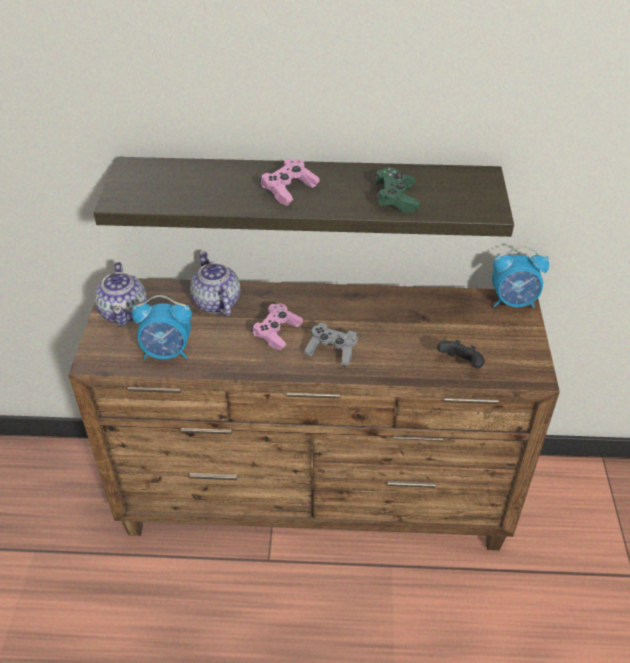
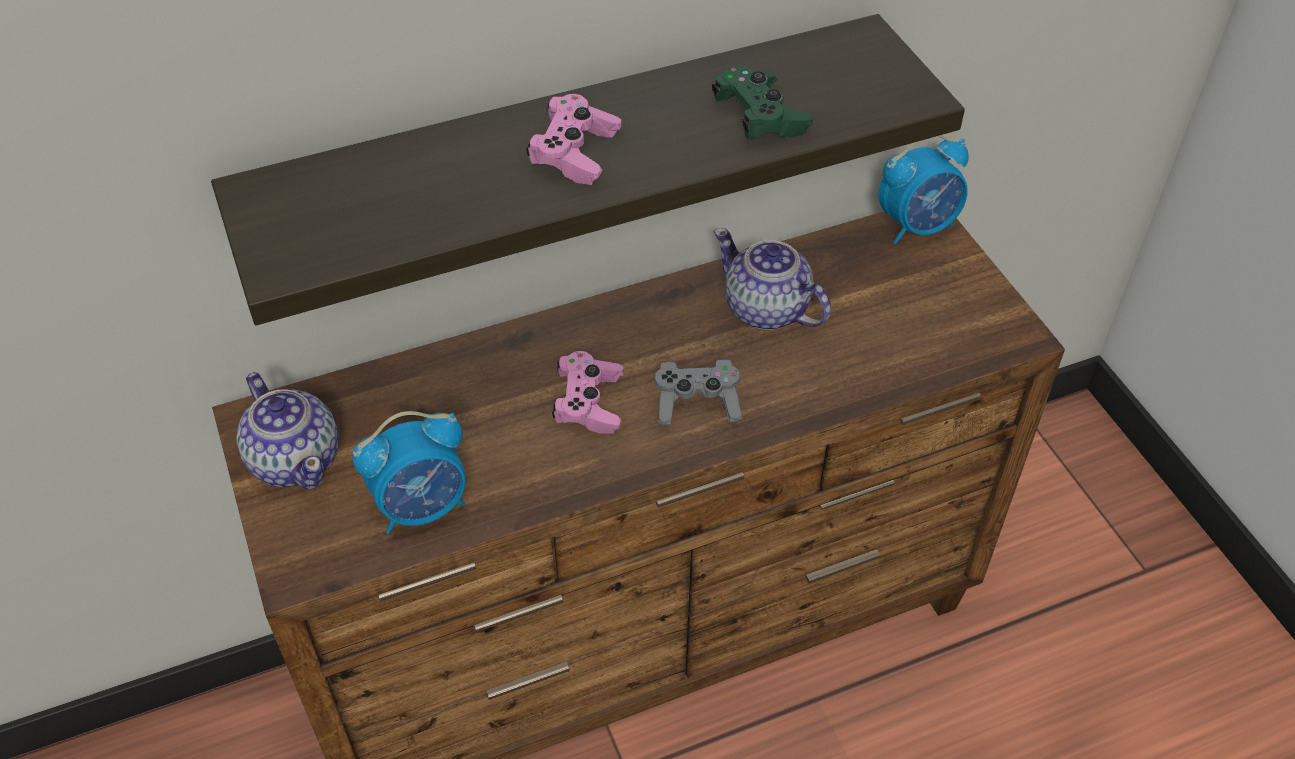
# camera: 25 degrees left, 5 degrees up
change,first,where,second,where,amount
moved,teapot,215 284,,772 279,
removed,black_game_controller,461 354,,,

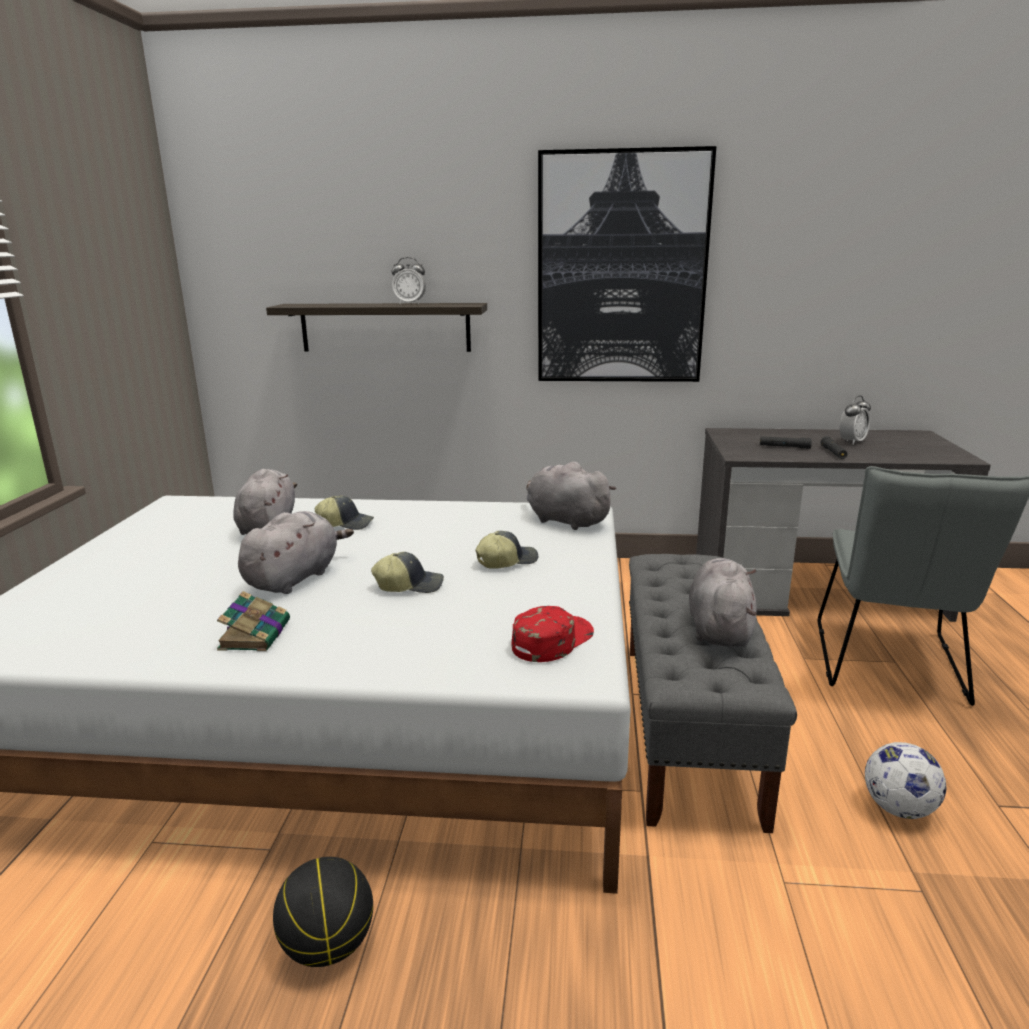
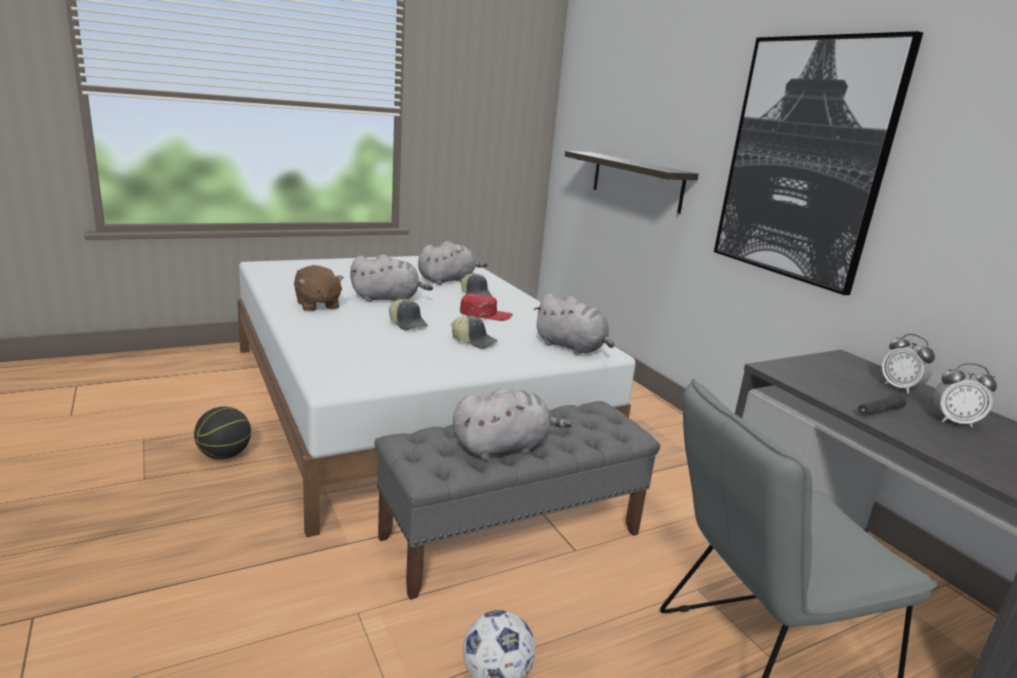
# camera: 55 degrees right, 0 degrees up
change,first,where,second,where,amount
moved,alarm_clock,408 280,,908 364,
removed,black_flashlight,786 442,,,
turned,grey_plush_toy,571 496,,573 324,120 degrees clockwise
replaced,book,253 621,brown_plush_toy,319 288,
moved,red_cap,553 634,,486 307,

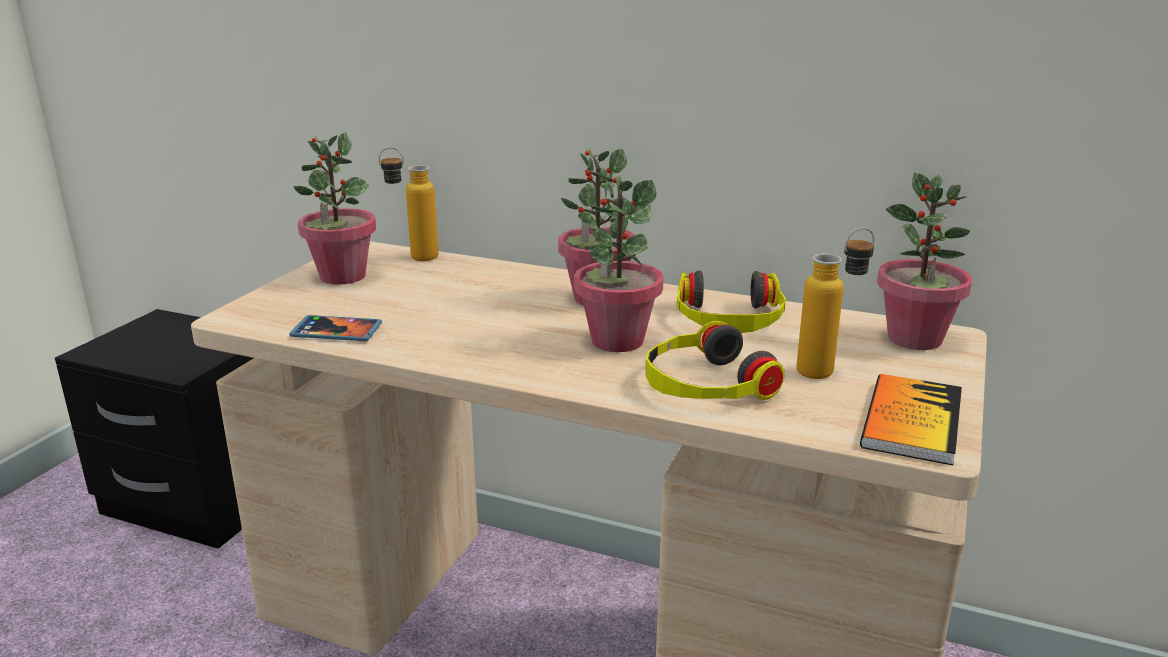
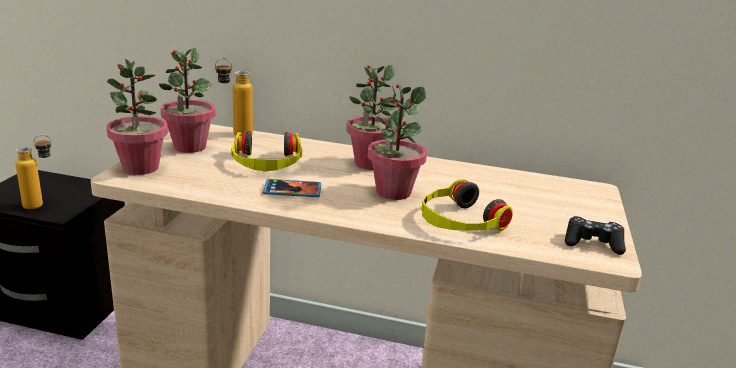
# camera: 10 degrees left, 0 degrees up
change,first,where,second,where,amount
moved,potted_plant,924 261,,137 117,
moved,bottle,835 303,,33 172,
moved,headphones,731 301,,266 151,
moved,phone,335 328,,292 188,
replaced,book,911 419,black_game_controller,595 235,

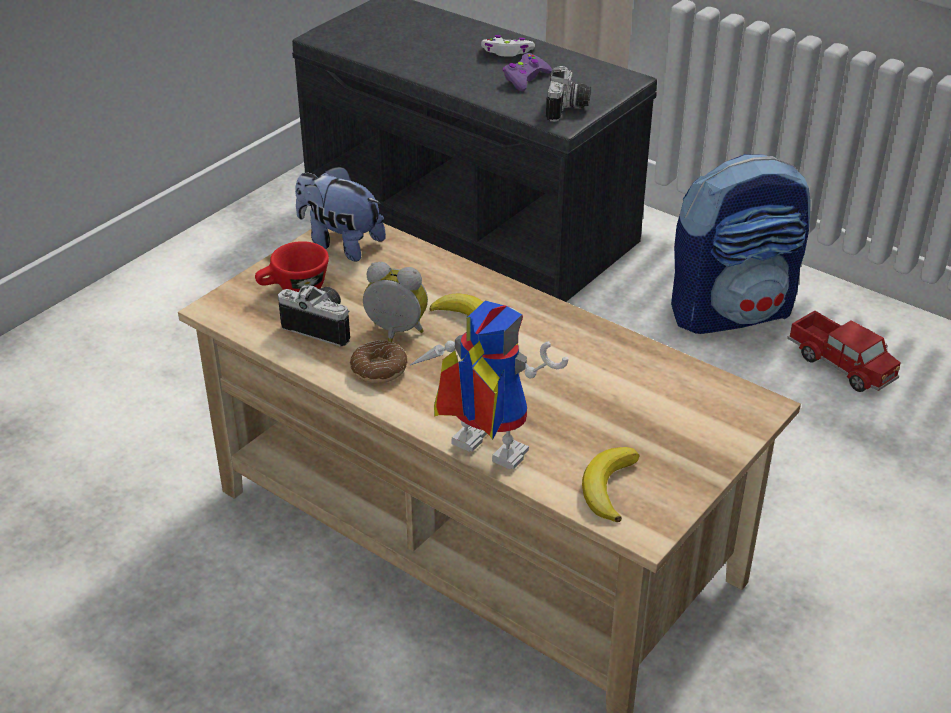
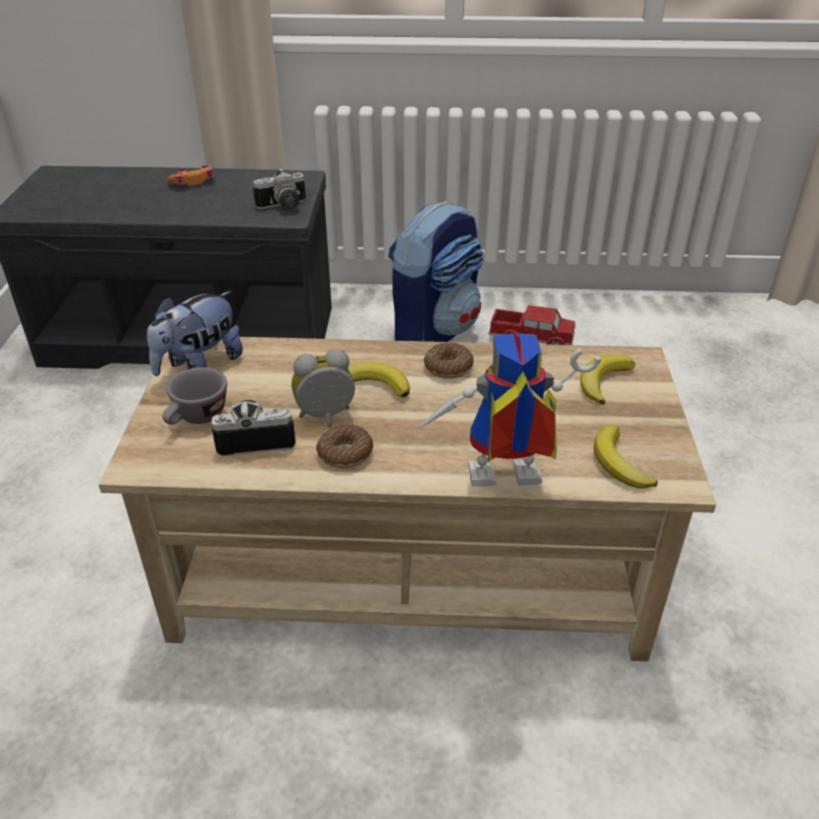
# camera: 35 degrees left, 0 degrees up
change,first,where,second,where,amount
recoloured,white_game_controller,508 46,orange_game_controller,190 175,
removed,purple_game_controller,527 72,,,
turned,photo_camera,568 94,,279 189,90 degrees clockwise
turned,plush_toy,340 214,,195 333,45 degrees counterclockwise
recoloured,red_cup,292 266,grey_cup,194 396,
added,,,donut,449 360,
added,,,banana,608 379,

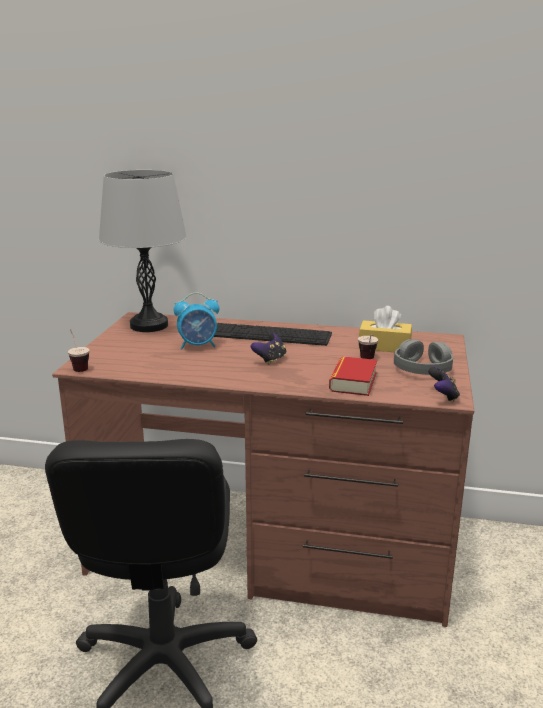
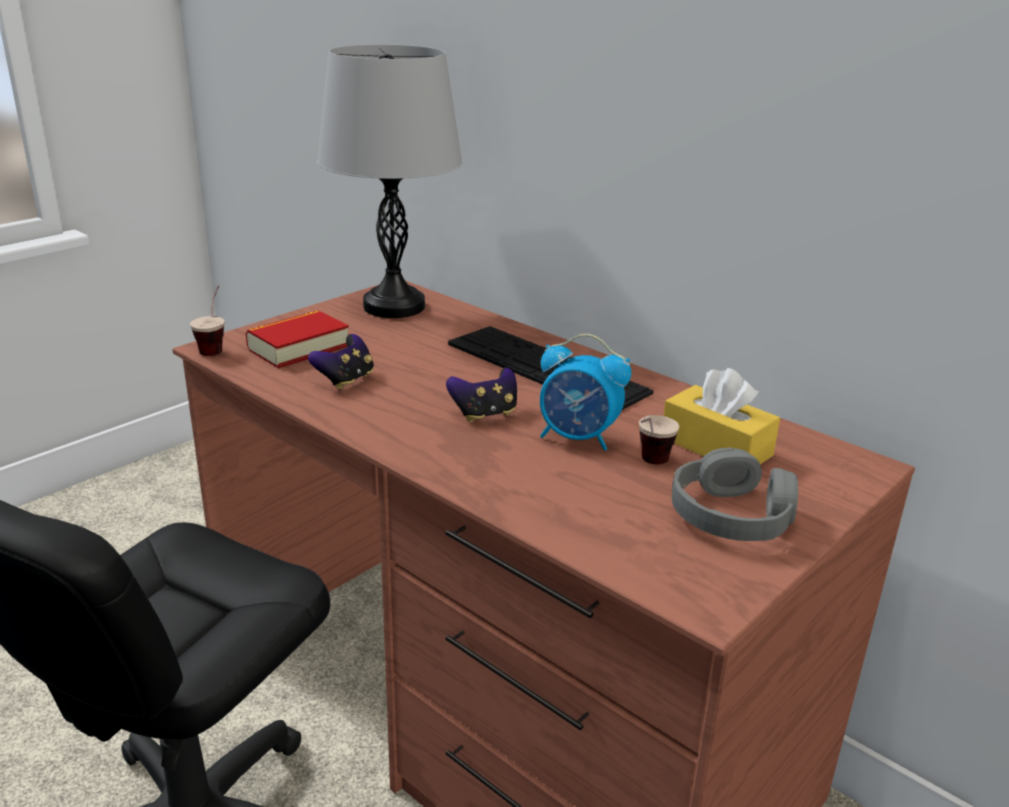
# camera: 30 degrees right, 5 degrees up
change,first,where,second,where,amount
moved,alarm_clock,196 321,,585 392,
moved,book,353 376,,297 339,
moved,game_controller,444 385,,341 362,

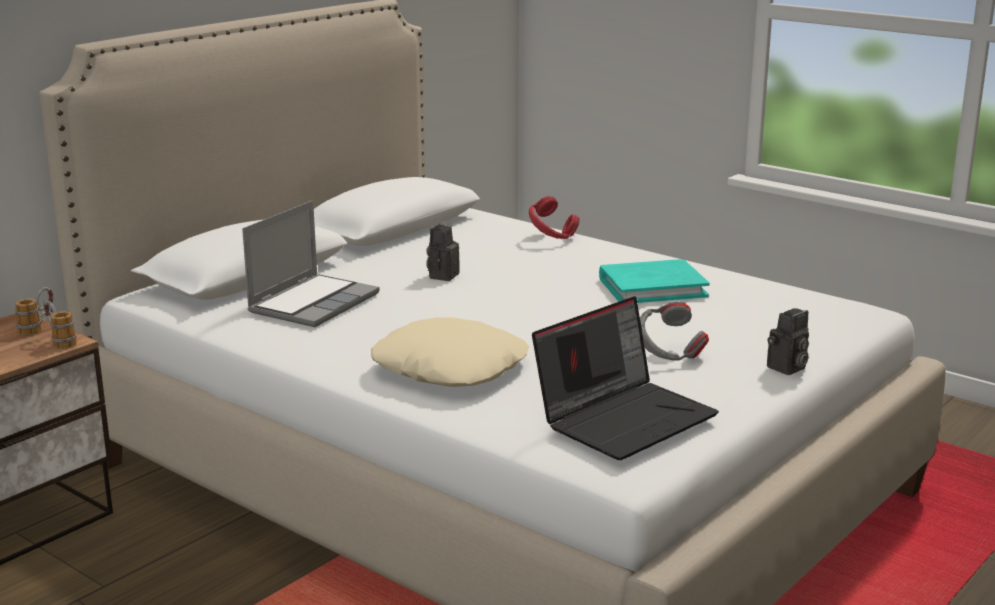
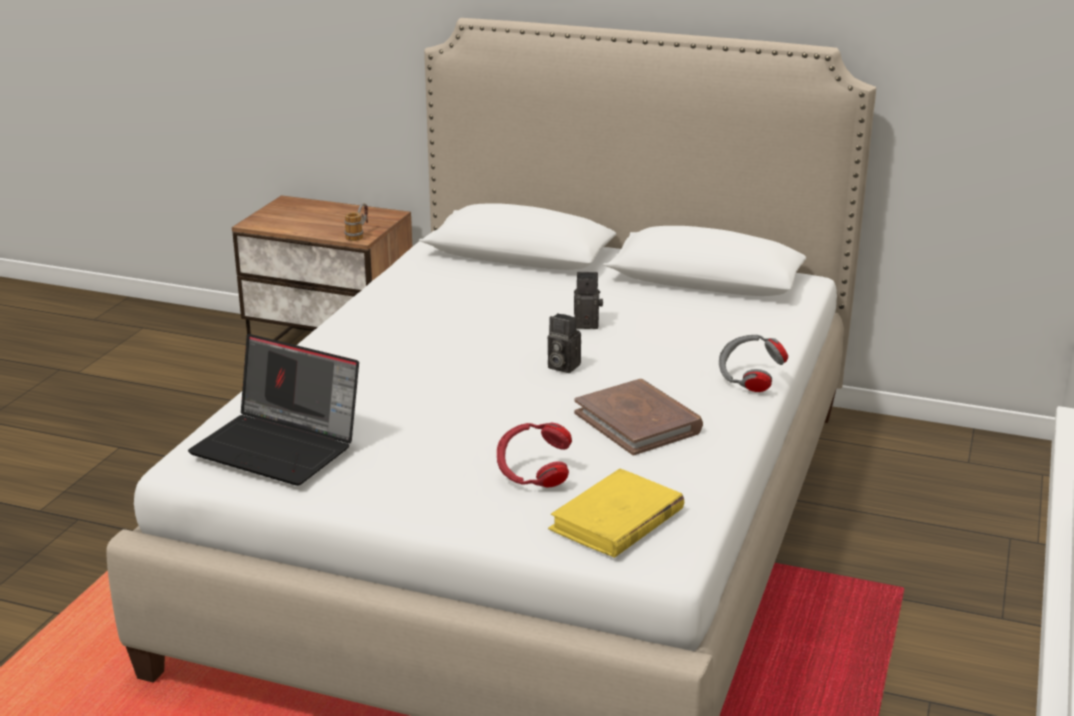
# camera: 70 degrees right, 5 degrees up
change,first,where,second,where,amount
moved,red_headphones,554 217,,534 454,
removed,laptop,311 263,,,
recoloured,turquoise_book,654 281,brown_book,638 417,
removed,mug,34 311,,,
moved,grey_headphones,674 330,,753 363,
moved,photo_camera,788 341,,564 343,
removed,beige_pillow,450 352,,,
added,,,yellow_book,616 513,

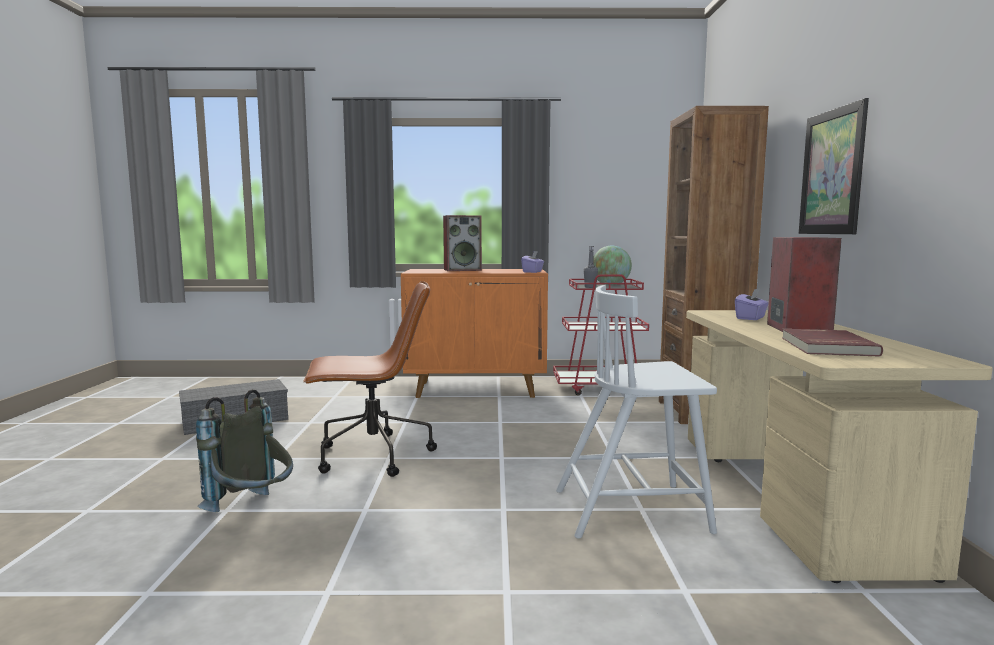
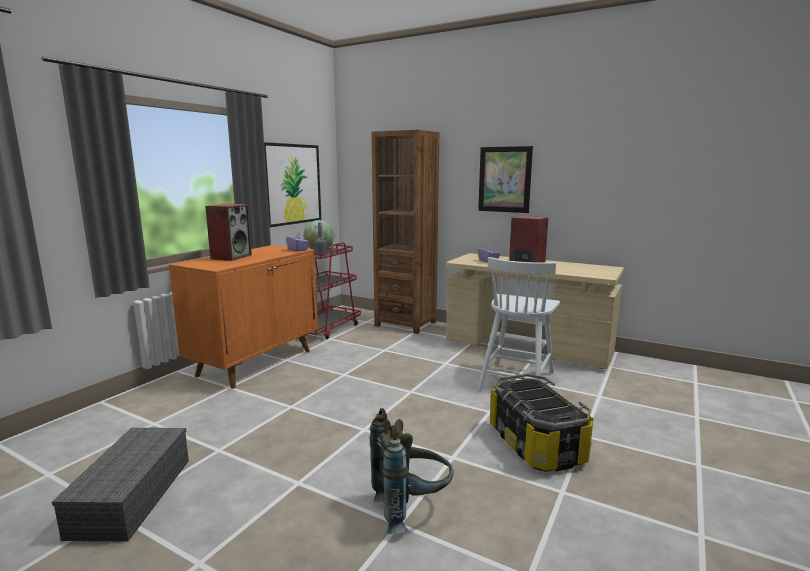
# camera: 60 degrees left, 5 degrees up
change,first,where,second,where,amount
removed,brown_office_chair,370 379,,,
removed,red_book,832 343,,,
added,,,picture,292 184,
added,,,storage_box,541 423,

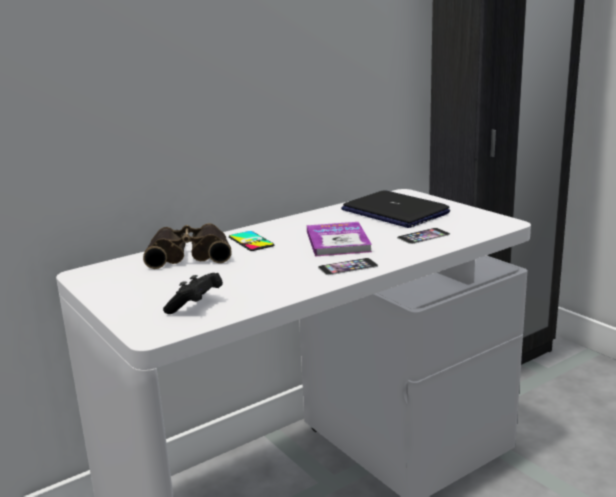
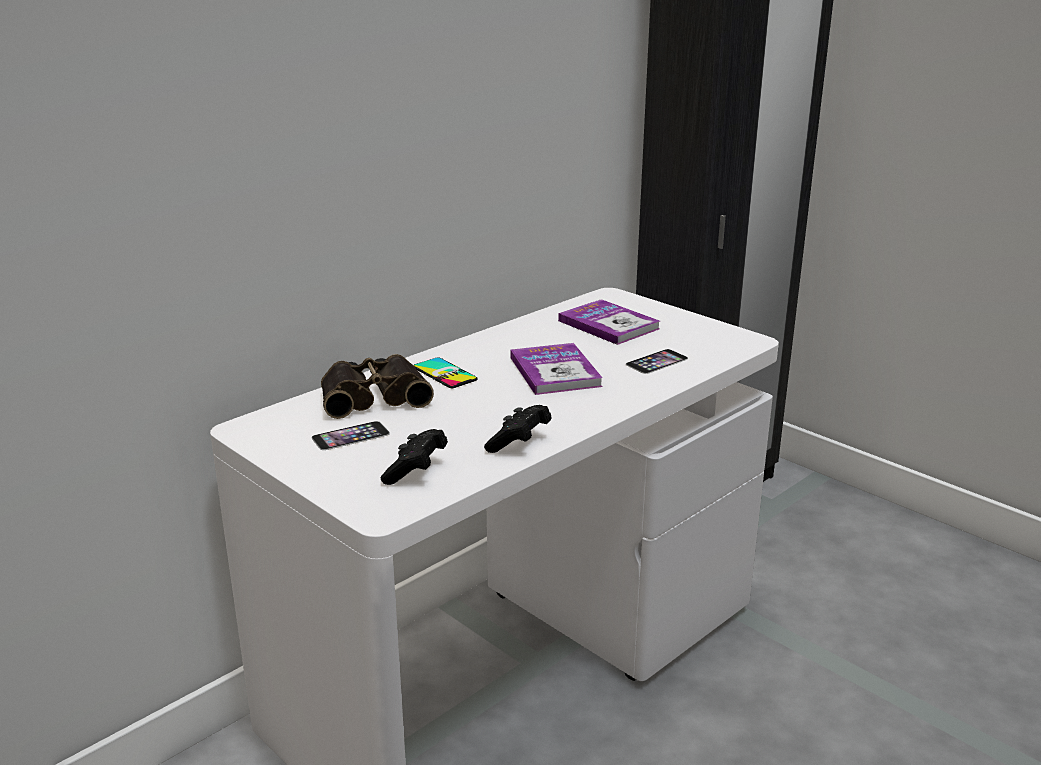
# camera: 10 degrees left, 5 degrees up
change,first,where,second,where,amount
replaced,laptop,395 209,book,609 322,
moved,phone,348 266,,351 435,
added,,,black_game_controller,518 429,

